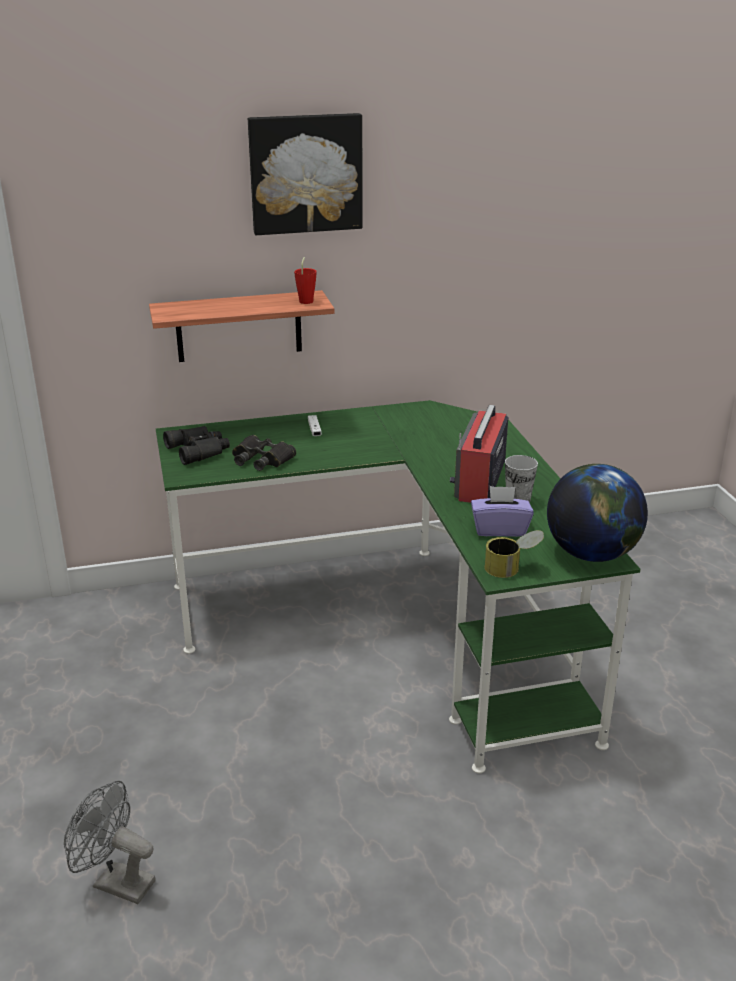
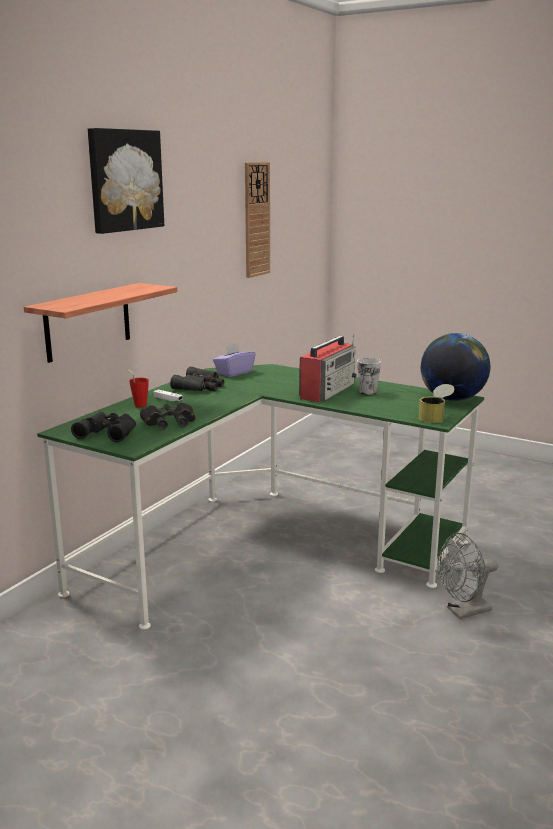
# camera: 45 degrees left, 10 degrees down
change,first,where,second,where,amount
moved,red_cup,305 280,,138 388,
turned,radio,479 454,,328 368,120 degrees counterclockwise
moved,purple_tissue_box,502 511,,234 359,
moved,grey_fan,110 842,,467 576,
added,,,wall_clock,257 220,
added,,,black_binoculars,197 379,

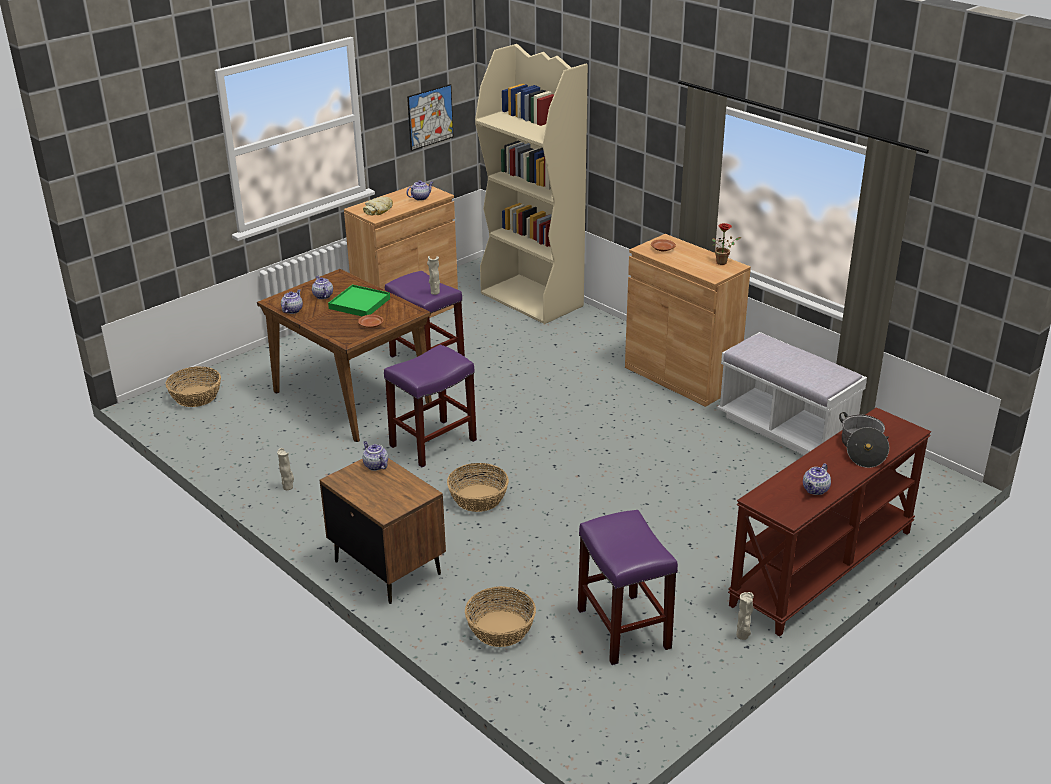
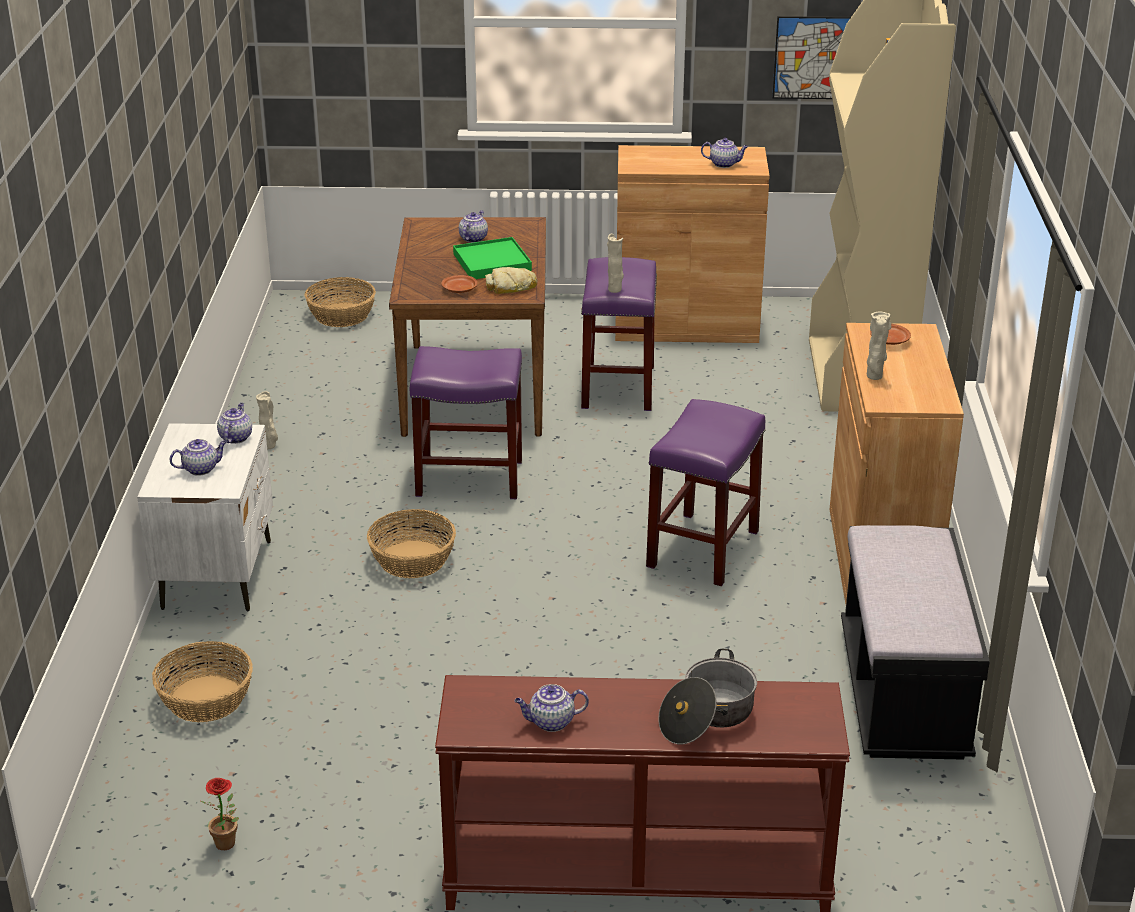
# camera: 45 degrees right, 0 degrees up
change,first,where,second,where,amount
moved,bread,378 206,,511 280,
moved,potted_plant,726 244,,220 814,
moved,teapot,292 301,,198 457,
recoloured,white_bench,792 393,black_bench,915 642,
recoloured,brown_nightstand,383 531,white_nightstand,205 517,
moved,purple_stool,628 587,,705 492,
moved,beige_vase,745 616,,879 346,

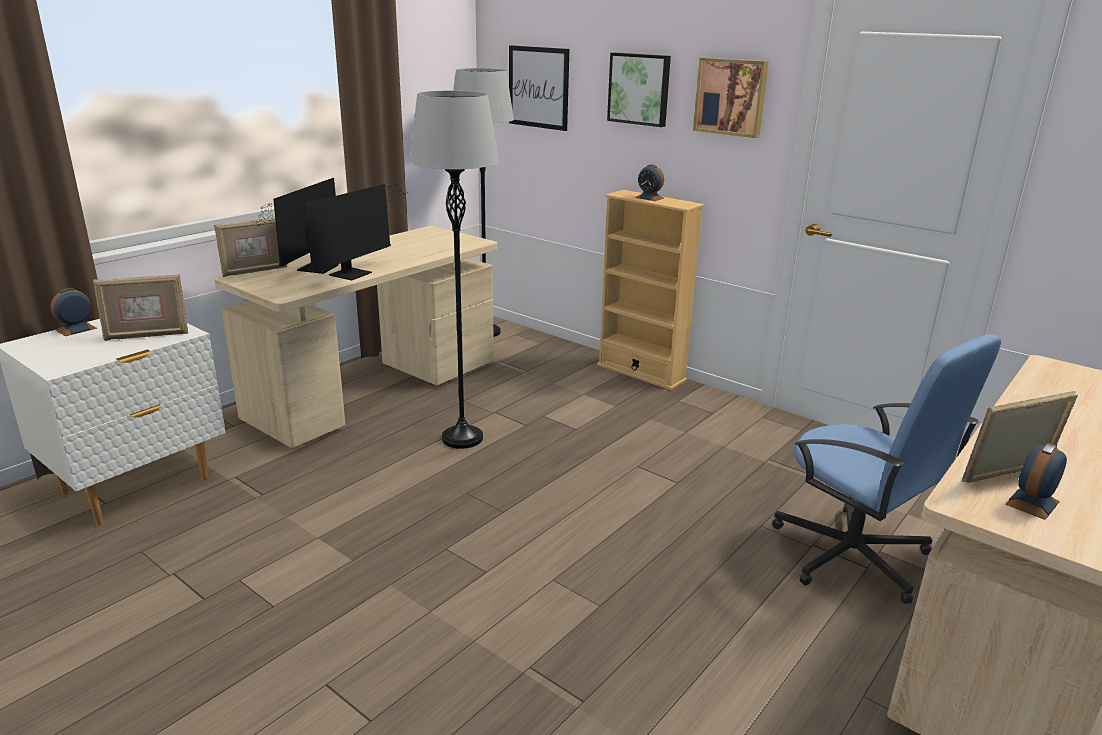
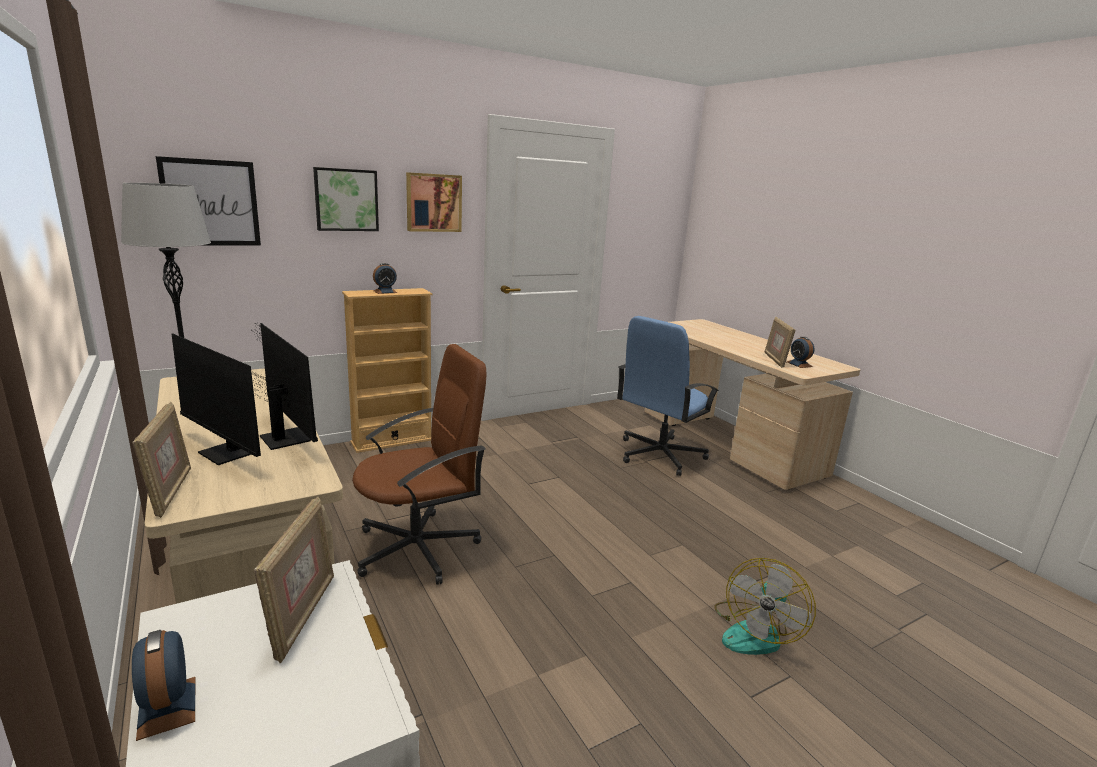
# camera: 70 degrees left, 5 degrees down
change,first,where,second,where,amount
replaced,grey_floor_lamp,454 270,brown_office_chair,419 464,
turned,blue_office_chair,886 469,,668 396,150 degrees clockwise
added,,,fan,765 606,

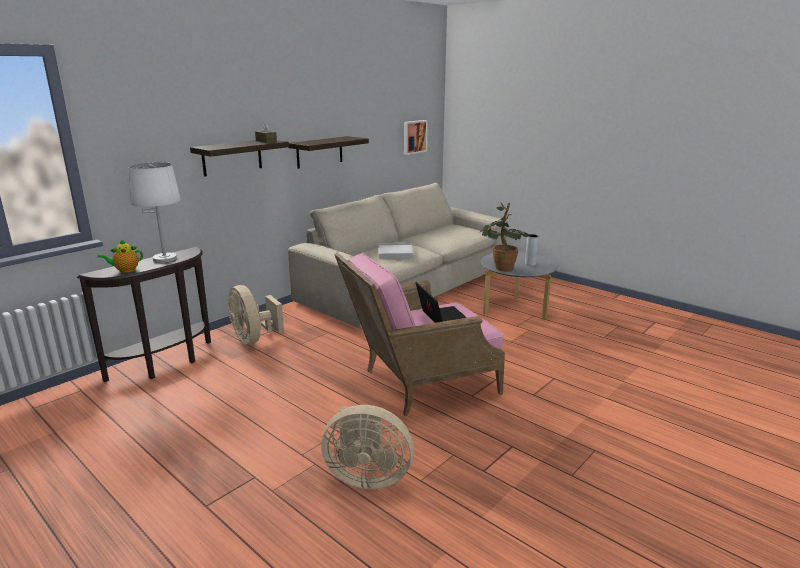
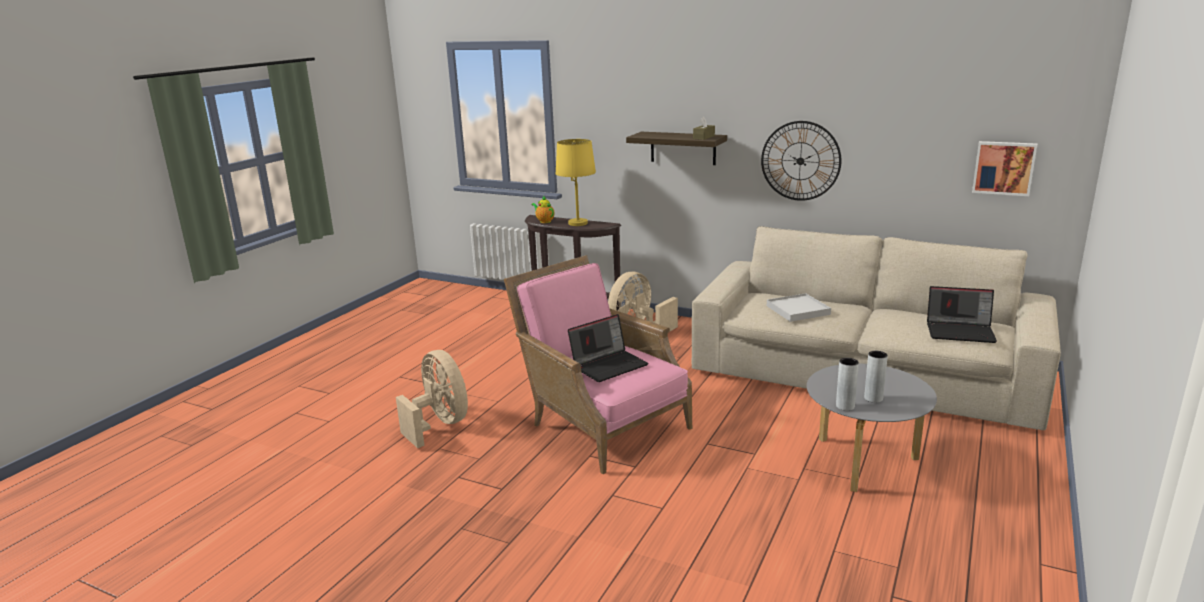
# camera: 75 degrees right, 0 degrees up
change,first,where,second,where,amount
replaced,shelf,328 152,wall_clock,801 161,
recoloured,white_table_lamp,154 212,yellow_table_lamp,575 182,
removed,potted_plant,505 237,,,
turned,beige_fan,367 447,,432 399,150 degrees clockwise
added,,,laptop,962 314,
added,,,grey_vase,847 384,

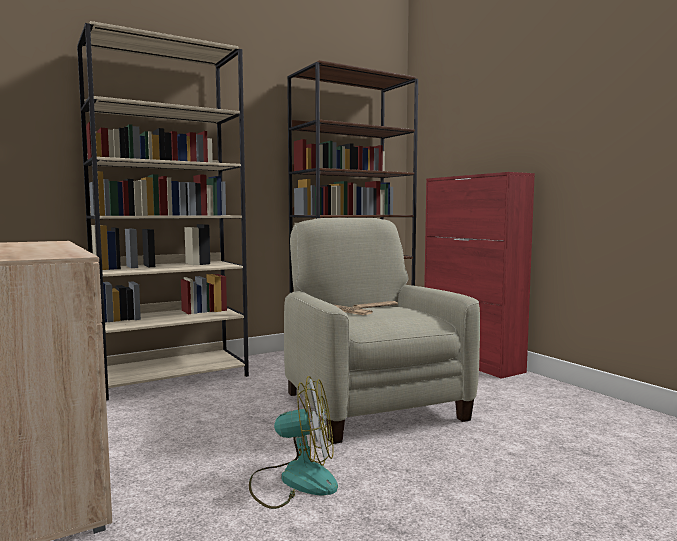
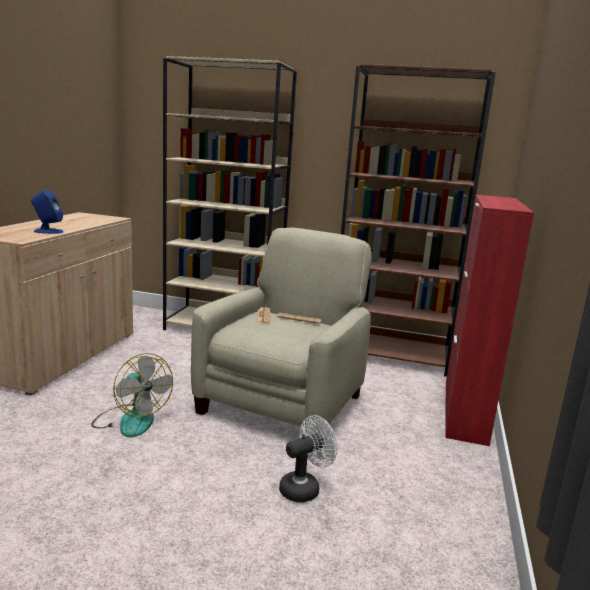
# camera: 45 degrees right, 10 degrees up
change,first,where,second,where,amount
added,,,blue_speaker,47 211,
added,,,white_fan,308 458,

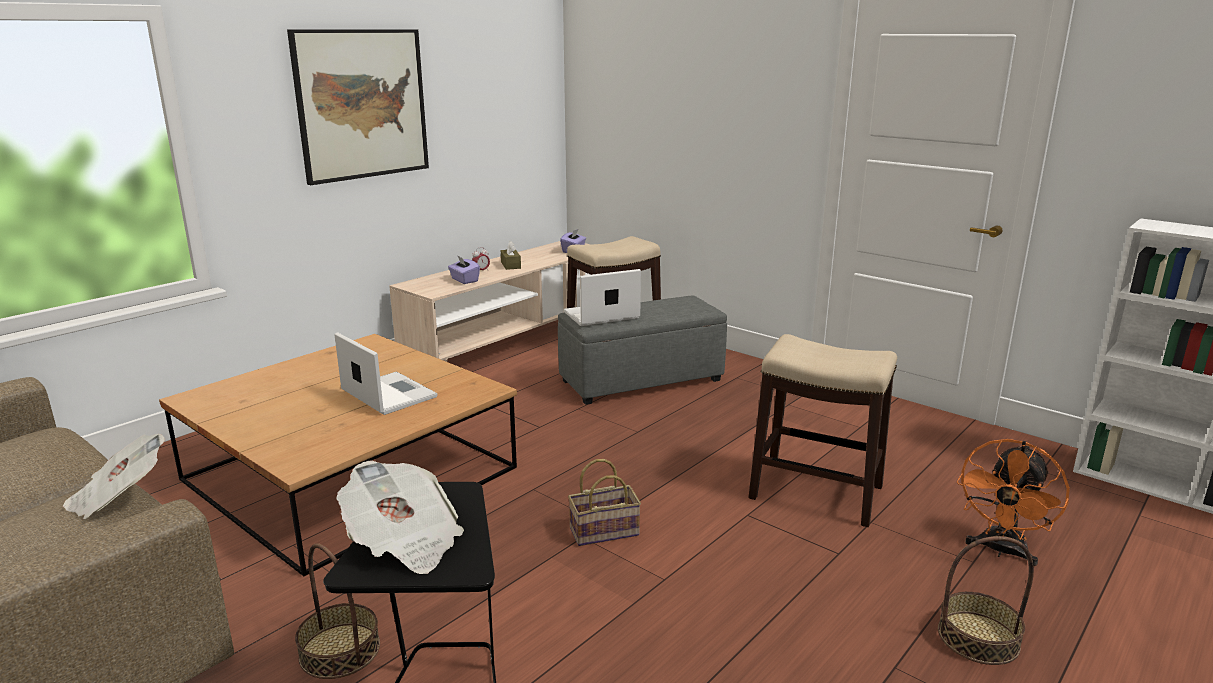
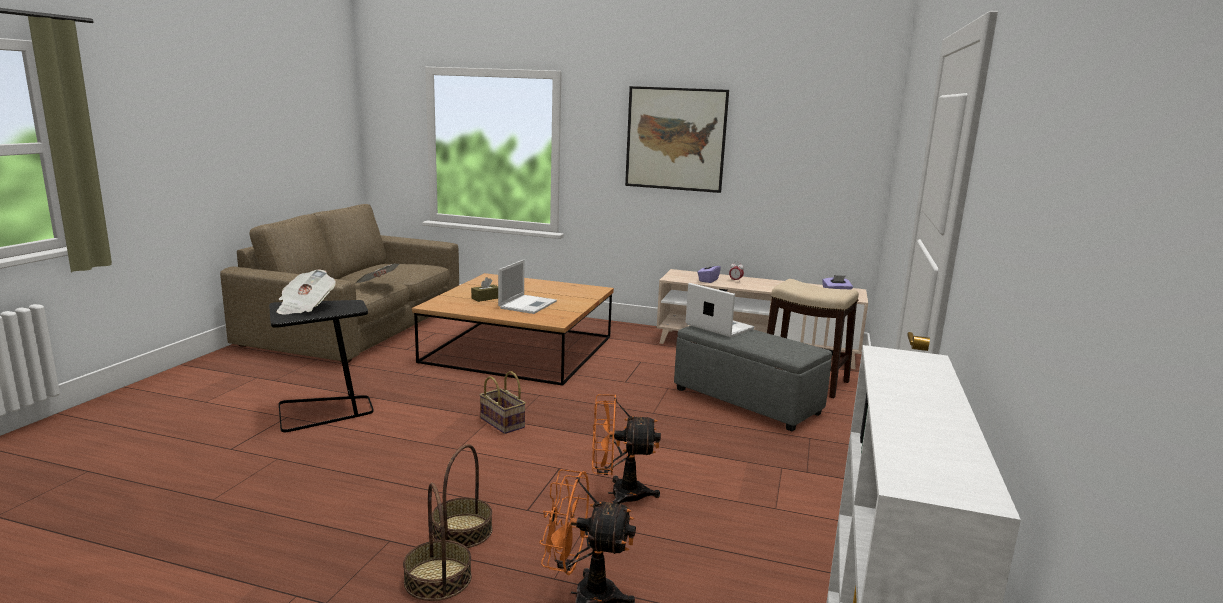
# camera: 65 degrees right, 5 degrees down
change,first,where,second,where,amount
moved,brown_tissue_box,511 255,,484 289,
replaced,stool,822 430,orange_fan,626 449,
moved,basket,337 611,,462 496,

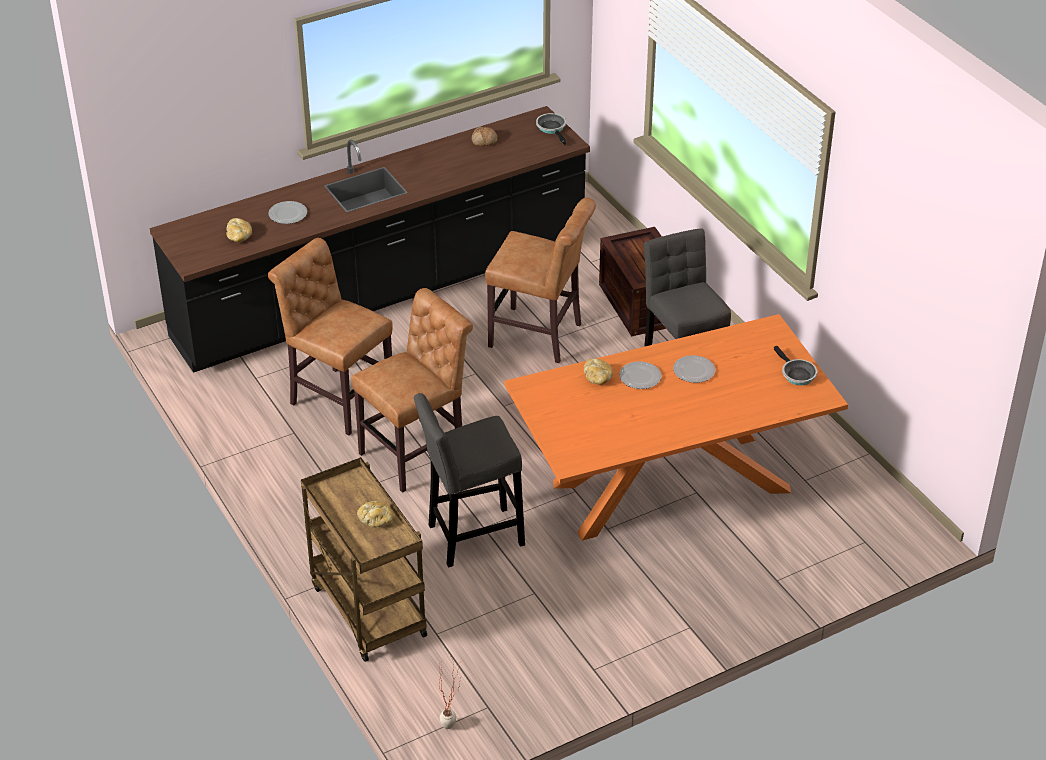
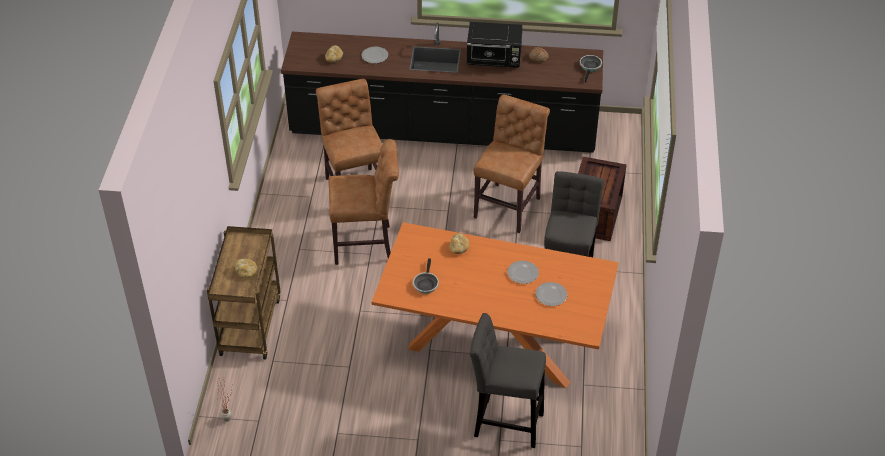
# camera: 35 degrees right, 5 degrees up
change,first,where,second,where,amount
turned,brown_chair,540 280,,511 164,120 degrees counterclockwise
moved,frying_pan,795 365,,426 276,
moved,plate,640 375,,551 294,
moved,grey_stool,469 480,,508 380,
added,,,black_microwave,495 45,

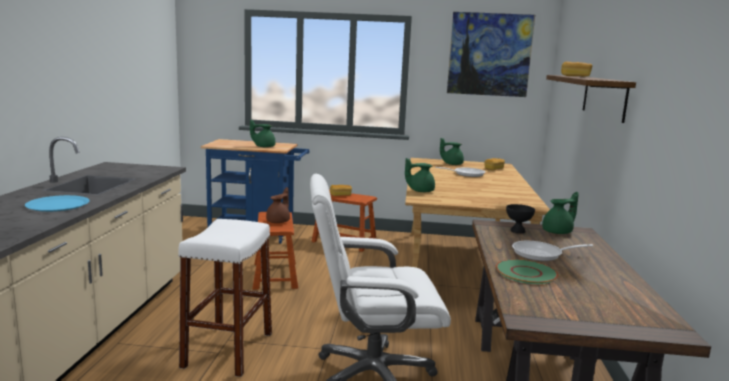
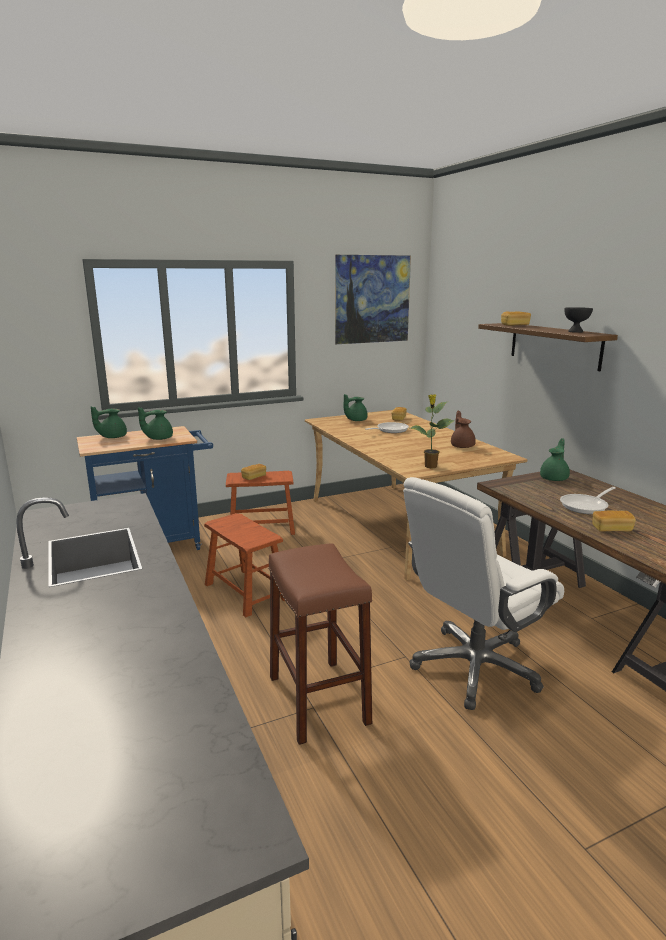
# camera: 30 degrees left, 5 degrees up
change,first,where,second,where,amount
moved,green_teapot,420 175,,109 422,
moved,brown_teapot,278 205,,463 429,
removed,blue_plate,57 203,,,
moved,black_bowl,520 218,,578 320,
recoloured,white_stool,225 298,brown_stool,320 644,
replaced,green_plate,527 271,bread,614 521,
added,,,potted_plant,432 431,

